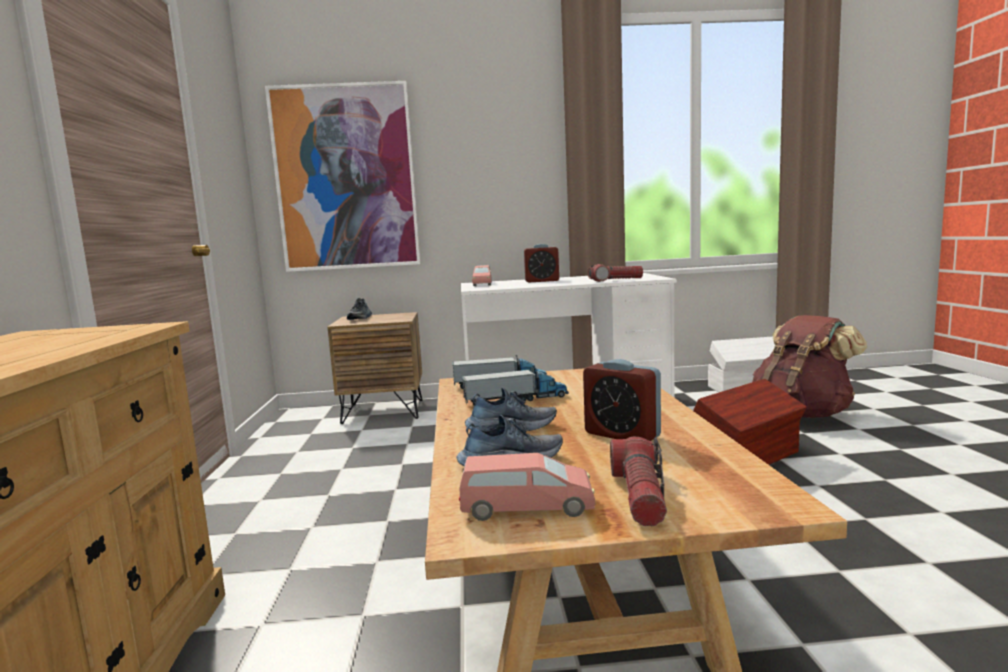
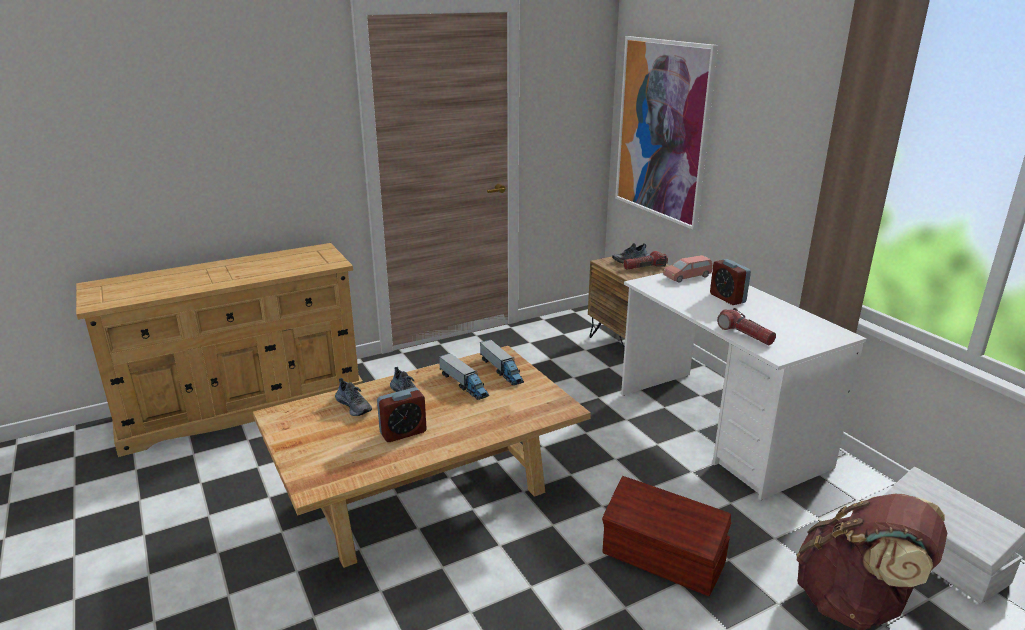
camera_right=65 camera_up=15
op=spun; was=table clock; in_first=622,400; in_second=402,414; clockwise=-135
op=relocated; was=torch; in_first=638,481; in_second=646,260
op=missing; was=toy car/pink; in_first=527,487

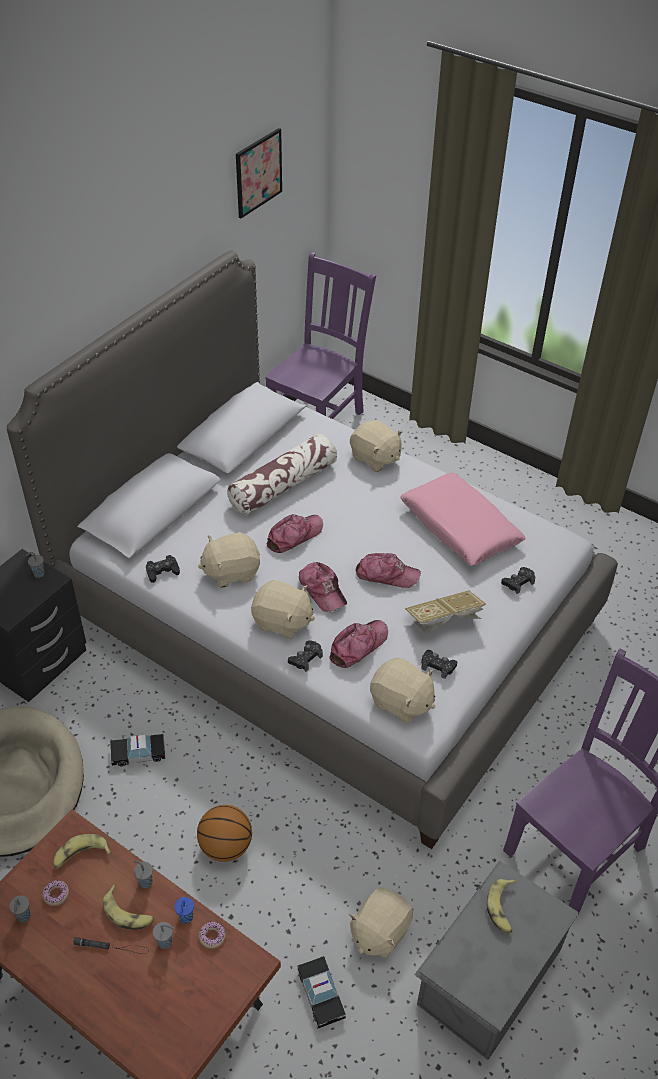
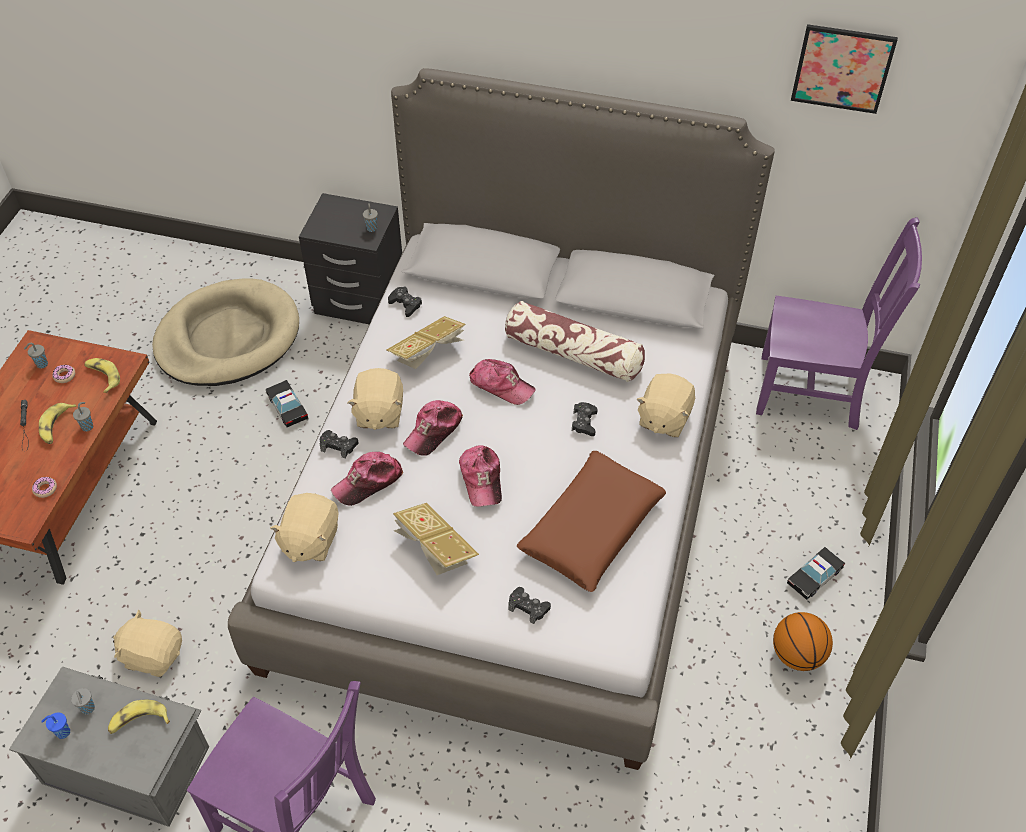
camera_right=70 camera_up=5
op=relocated; was=cup/bluish; in_first=184,910; in_second=55,725
op=relocated; was=cup/gray; in_first=163,935; in_second=83,701
op=spun; was=peaked cap; in_first=358,644; in_second=367,479; clockwise=120
op=exchanged; was=cuddly toy/beige-coloured; now=bound book; in_first=229,560; in_second=426,342
op=colour; was=throw pillow/pink; now=throw pillow/brown; in_first=463,519; in_second=591,521
op=relocated; was=gamepad/black; in_first=439,664; in_second=585,419
op=relocated; was=ball for basketball; in_first=224,833; in_second=803,641
op=relocated; was=toy car; in_first=322,992; in_second=816,573

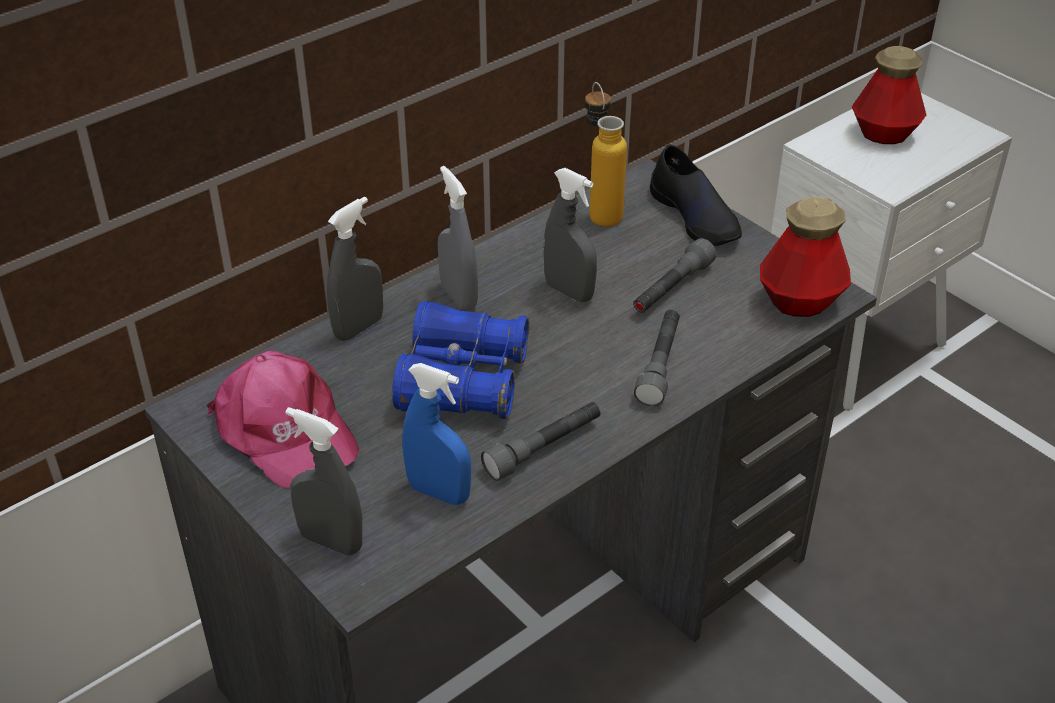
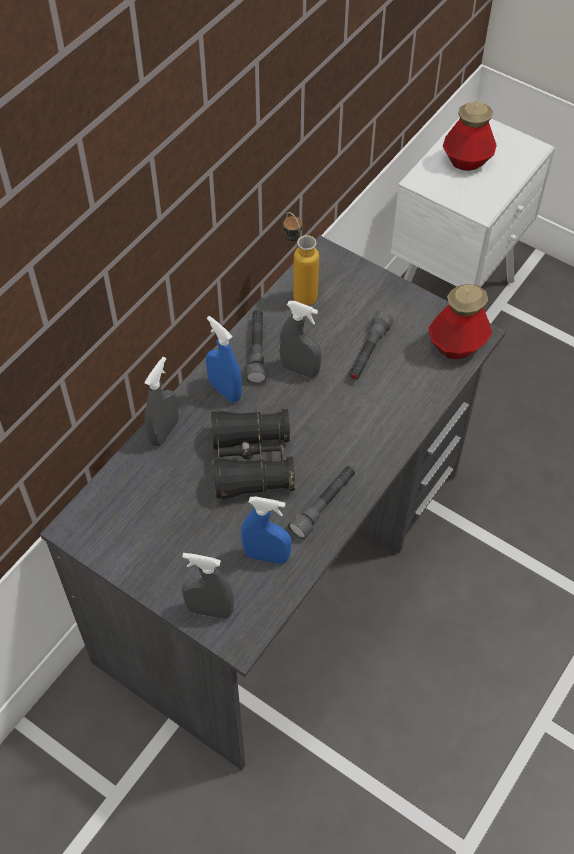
camera_right=-15 camera_up=15
op=colour; was=spray bottle/gray; now=spray bottle/bluish; in_first=458,238; in_second=224,359
op=colour; was=binoculars/bluish; now=binoculars/black; in_first=460,360; in_second=253,454
op=relocated; was=torch/gray; in_first=657,358; in_second=256,347
op=missing; was=peaked cap/pink; in_first=283,419
op=missing; was=low shoe/black; in_first=696,195

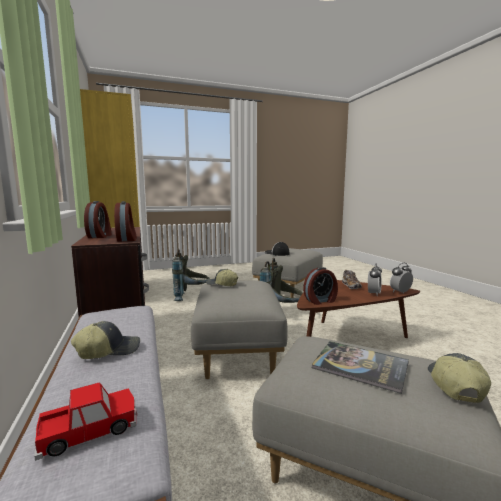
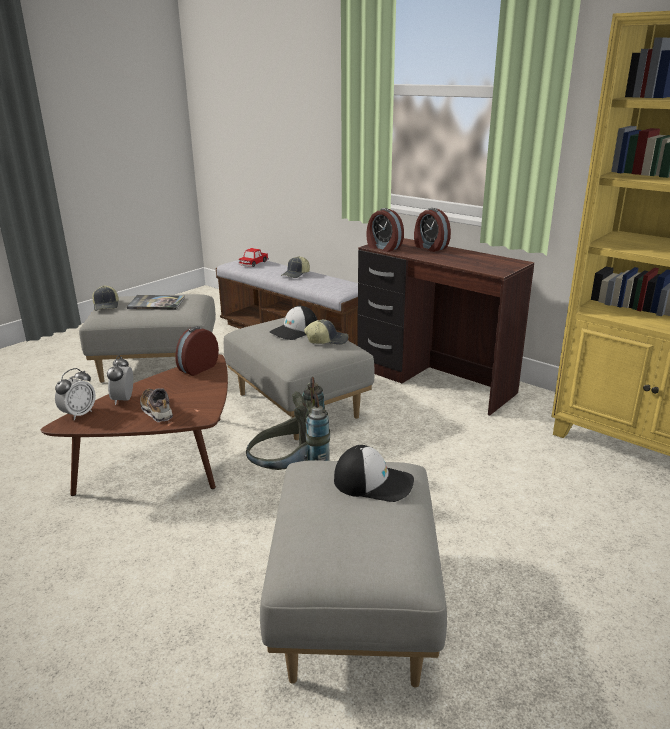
camera_right=150 camera_up=15
op=appeared; now=peaked cap; in_second=293,323
op=missing; was=knapsack/gray; in_first=191,275

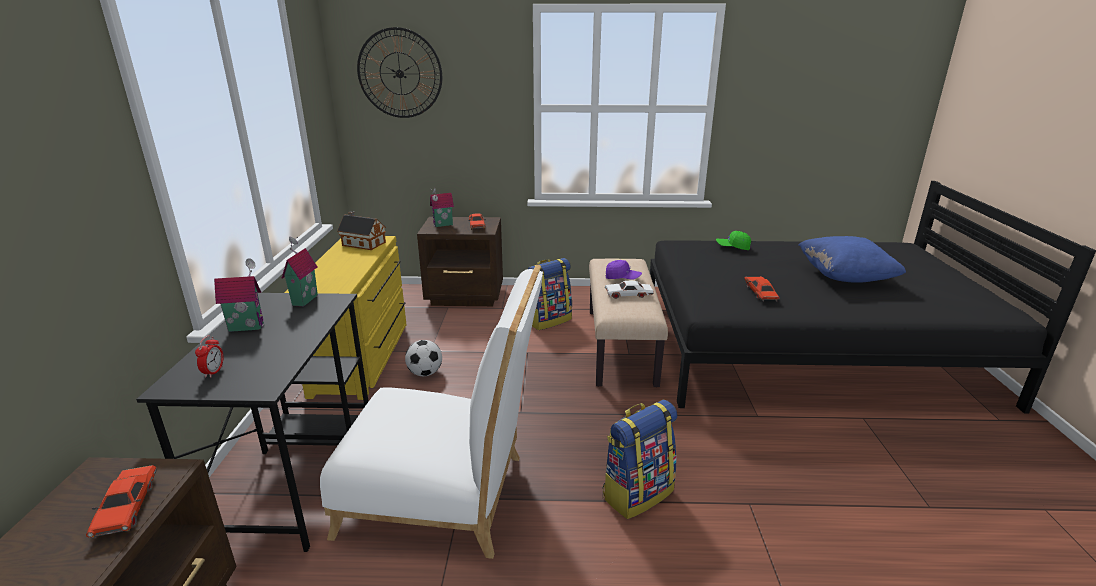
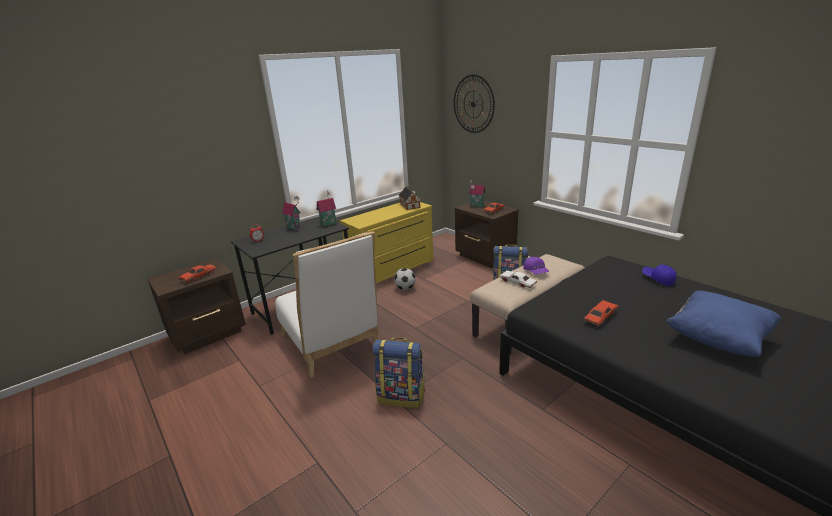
camera_right=50 camera_up=0
op=colour; was=peaked cap/green; now=peaked cap/bluish; in_first=733,240; in_second=659,275

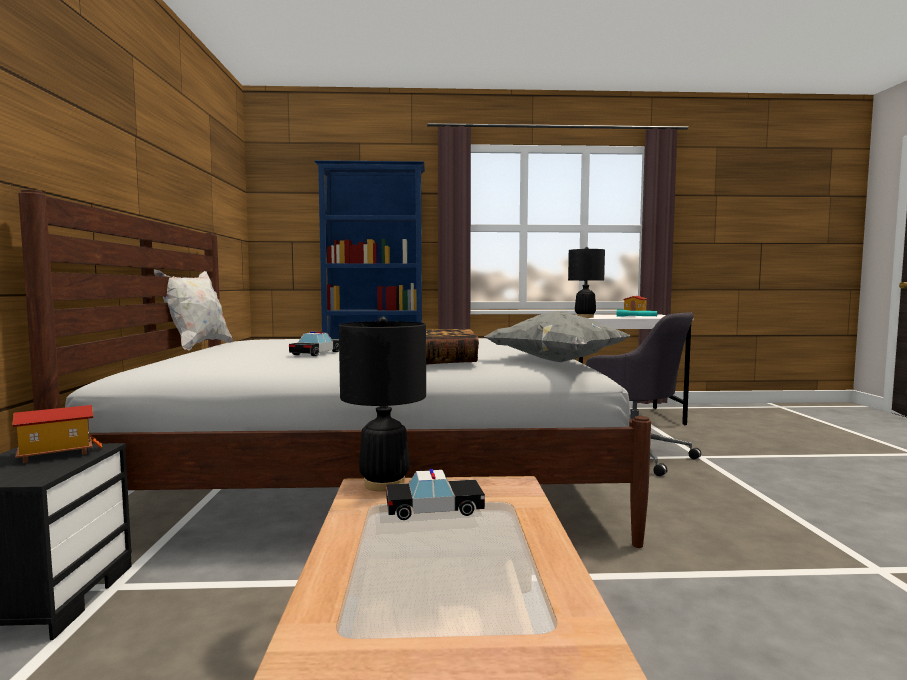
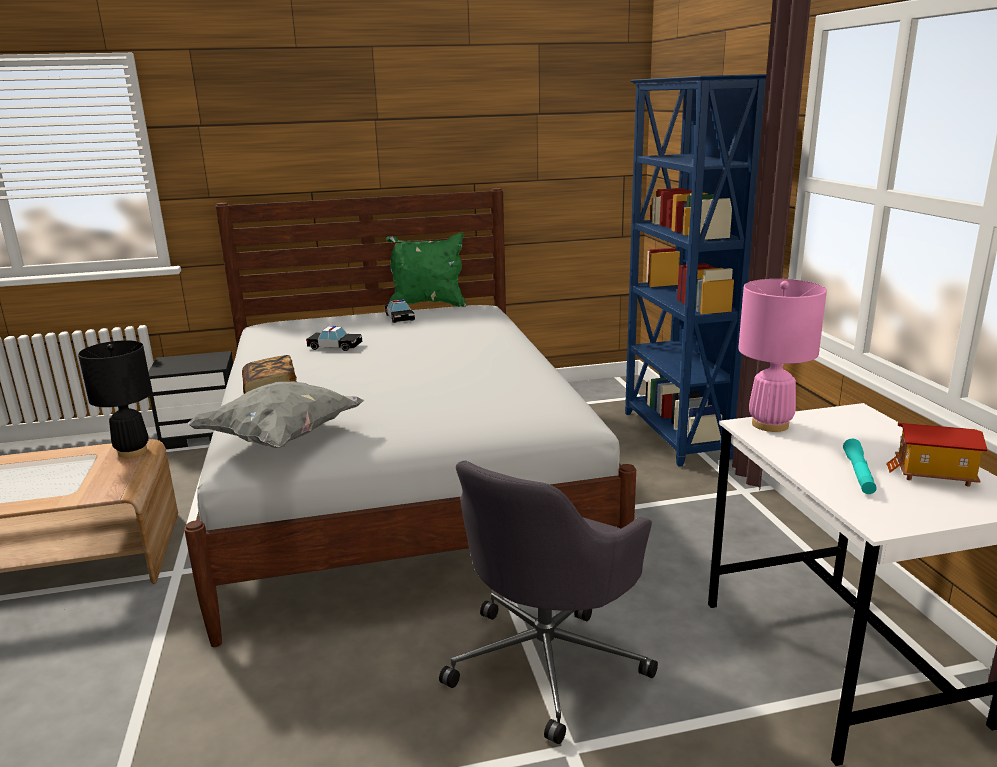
camera_right=80 camera_up=15
op=relocated; was=toy car; in_first=435,494; in_second=400,311
op=colour; was=throw pillow/white-coloured; now=throw pillow/green; in_first=193,309; in_second=426,270
op=colour; was=lamp for a table/black; now=lamp for a table/pink; in_first=586,282; in_second=782,355
op=missing; was=model house; in_first=58,434

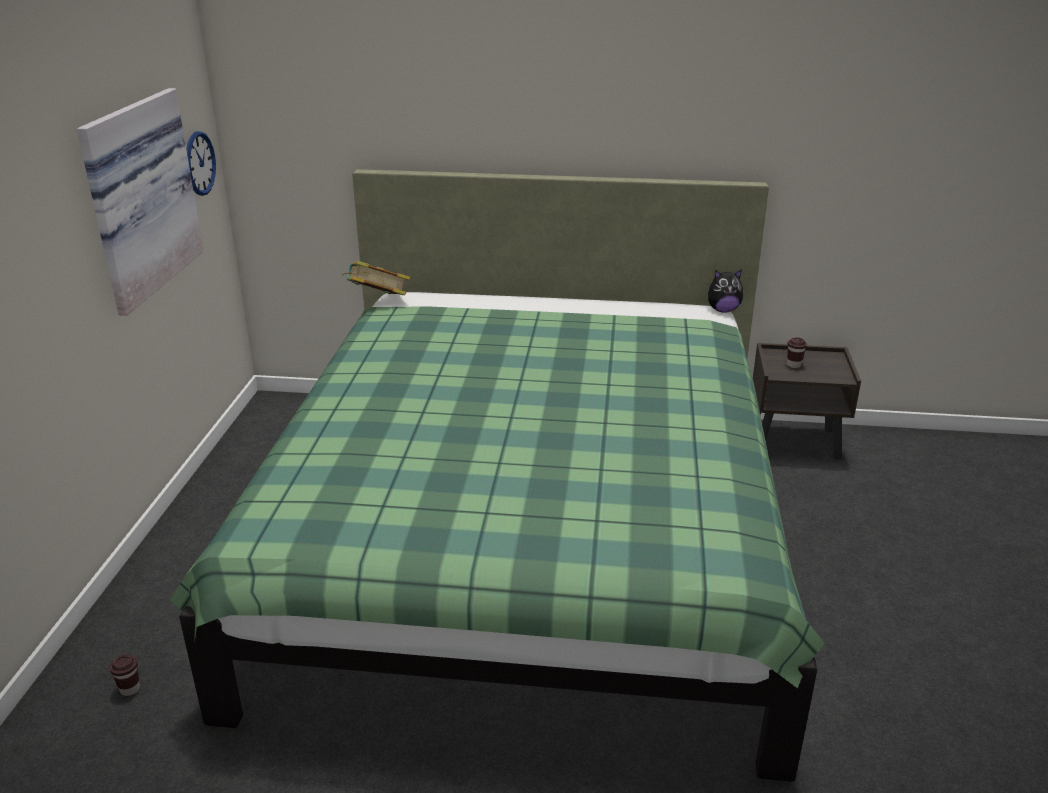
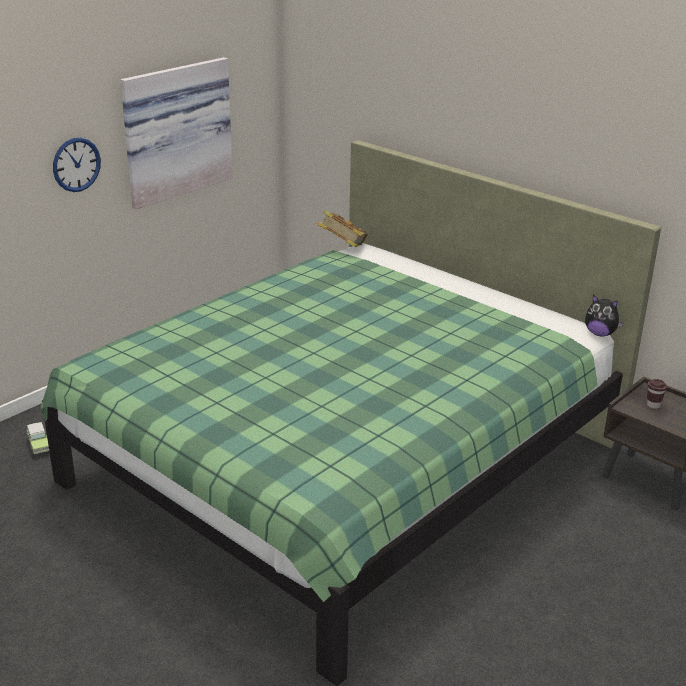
camera_right=35 camera_up=0
op=exchanged; was=cup/brown; now=toy car; in_first=124,675; in_second=37,439
op=relocated; was=hanging clock; in_first=201,163; in_second=77,165

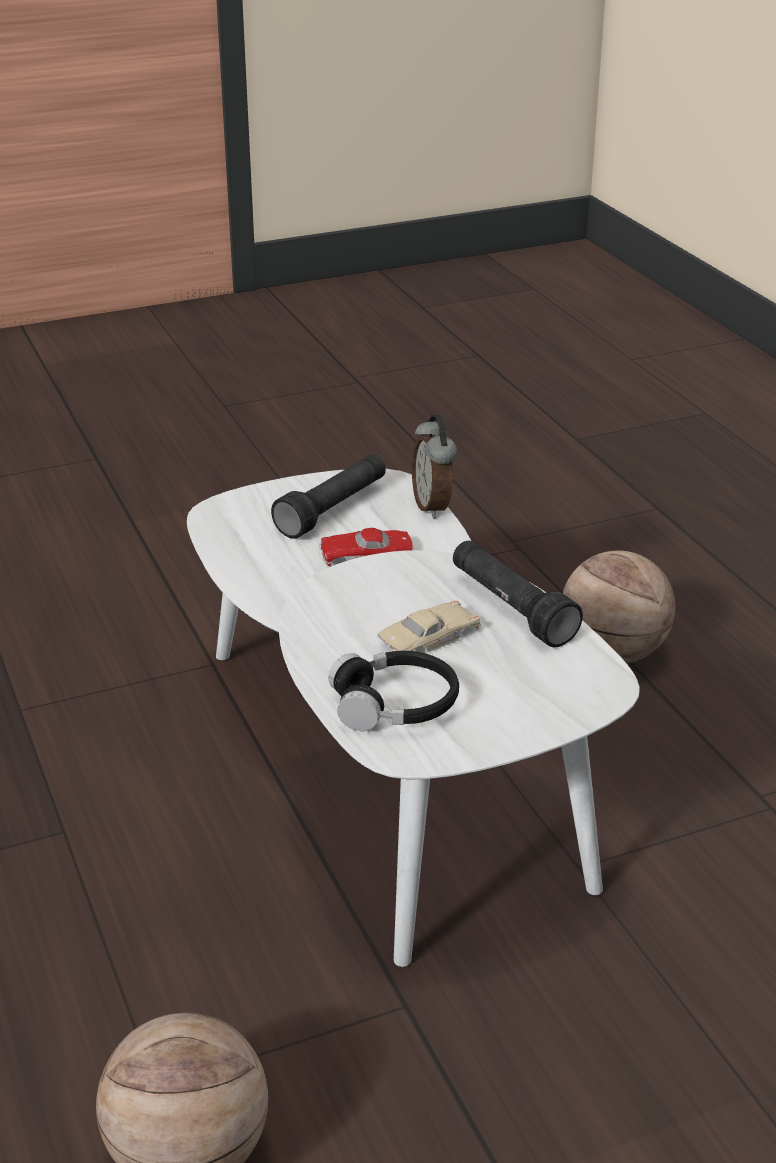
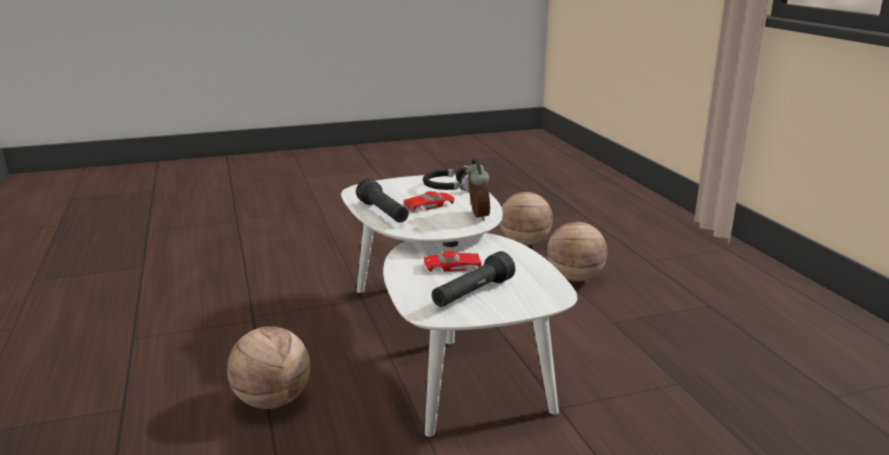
camera_right=-175 camera_up=-10
op=colour; was=toy car/beige-coloured; now=toy car/red-coloured; in_first=429,626; in_second=429,201
op=relocated; was=table clock; in_first=434,467; in_second=478,189
op=appeared; now=ball for basketball; in_second=577,251

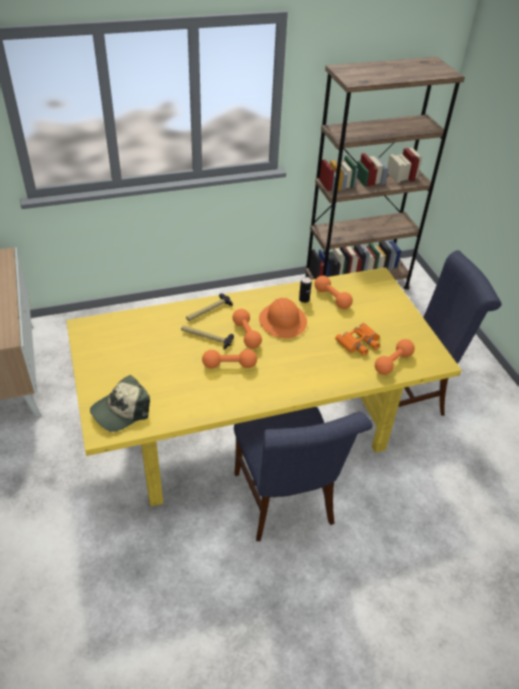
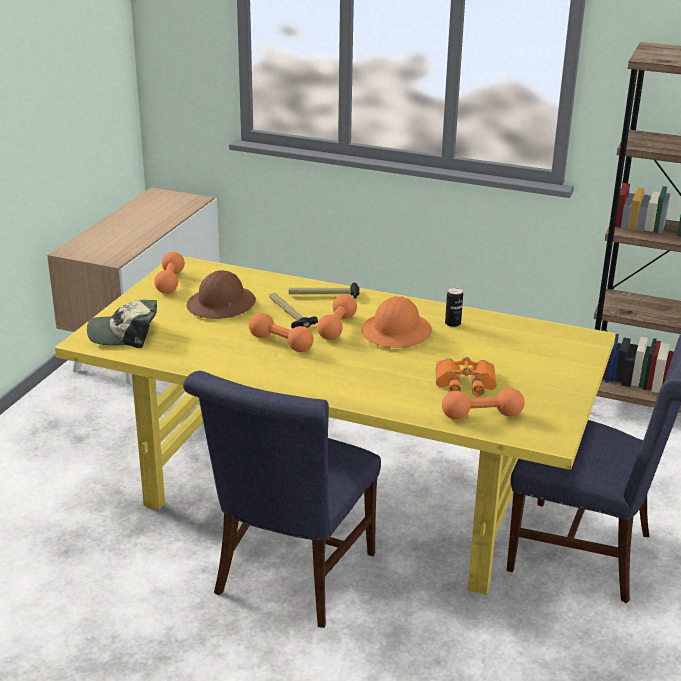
camera_right=40 camera_up=-15
op=relocated; was=dumbbell/orange; in_first=333,292; in_second=169,273
op=appeared; now=work helmet/brown; in_second=221,294

